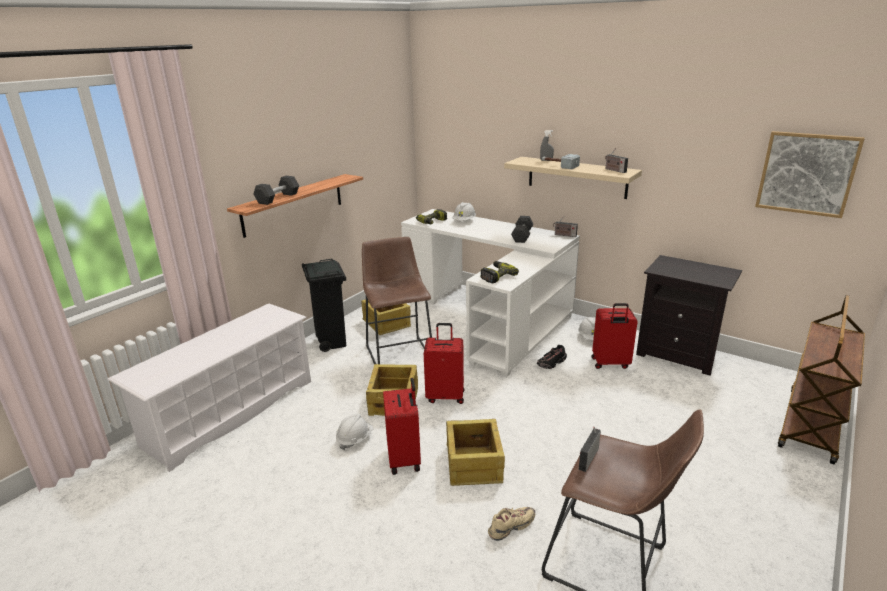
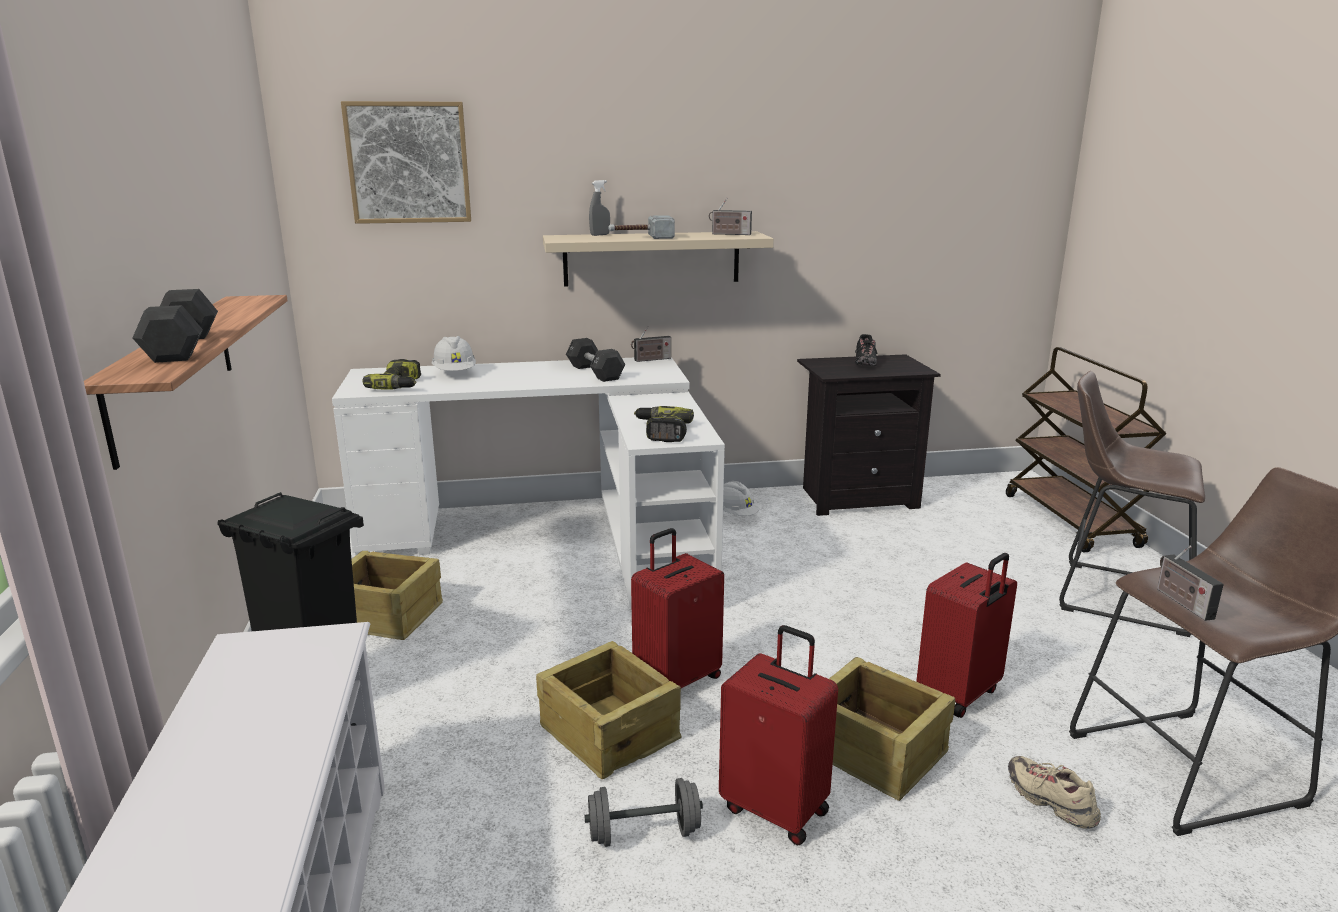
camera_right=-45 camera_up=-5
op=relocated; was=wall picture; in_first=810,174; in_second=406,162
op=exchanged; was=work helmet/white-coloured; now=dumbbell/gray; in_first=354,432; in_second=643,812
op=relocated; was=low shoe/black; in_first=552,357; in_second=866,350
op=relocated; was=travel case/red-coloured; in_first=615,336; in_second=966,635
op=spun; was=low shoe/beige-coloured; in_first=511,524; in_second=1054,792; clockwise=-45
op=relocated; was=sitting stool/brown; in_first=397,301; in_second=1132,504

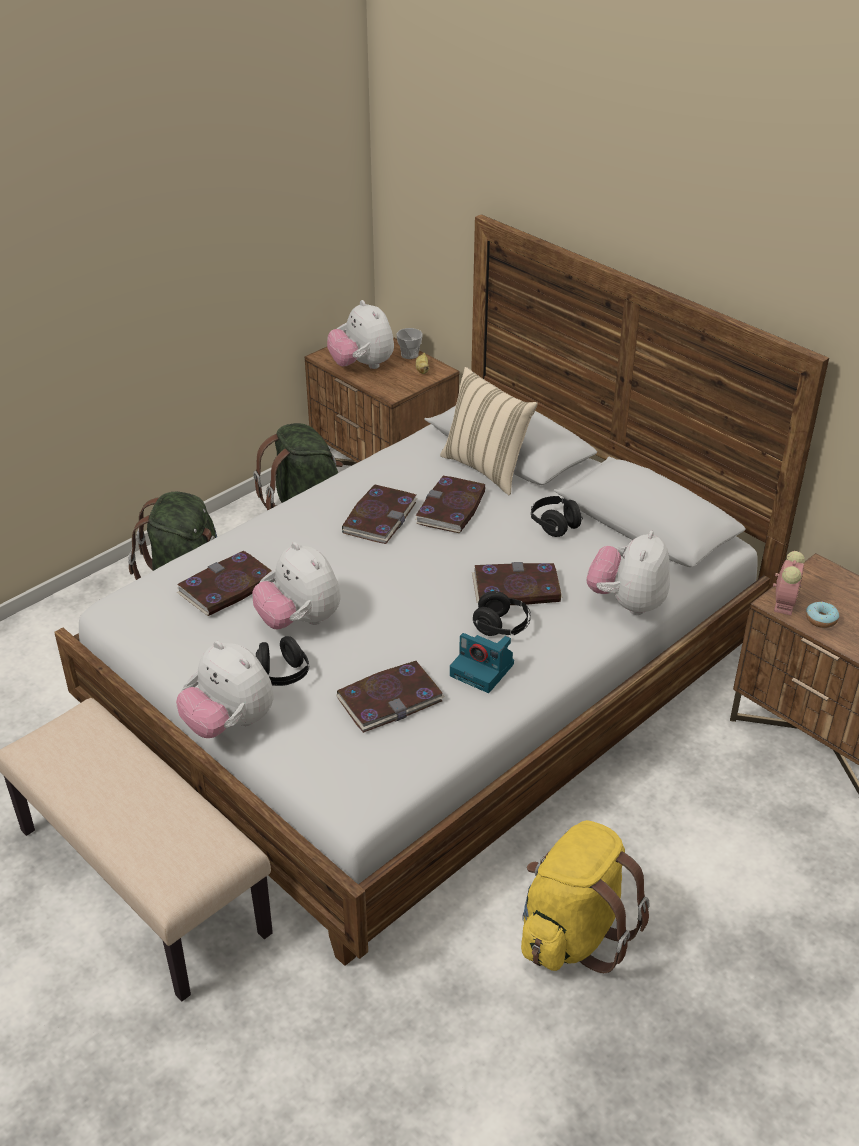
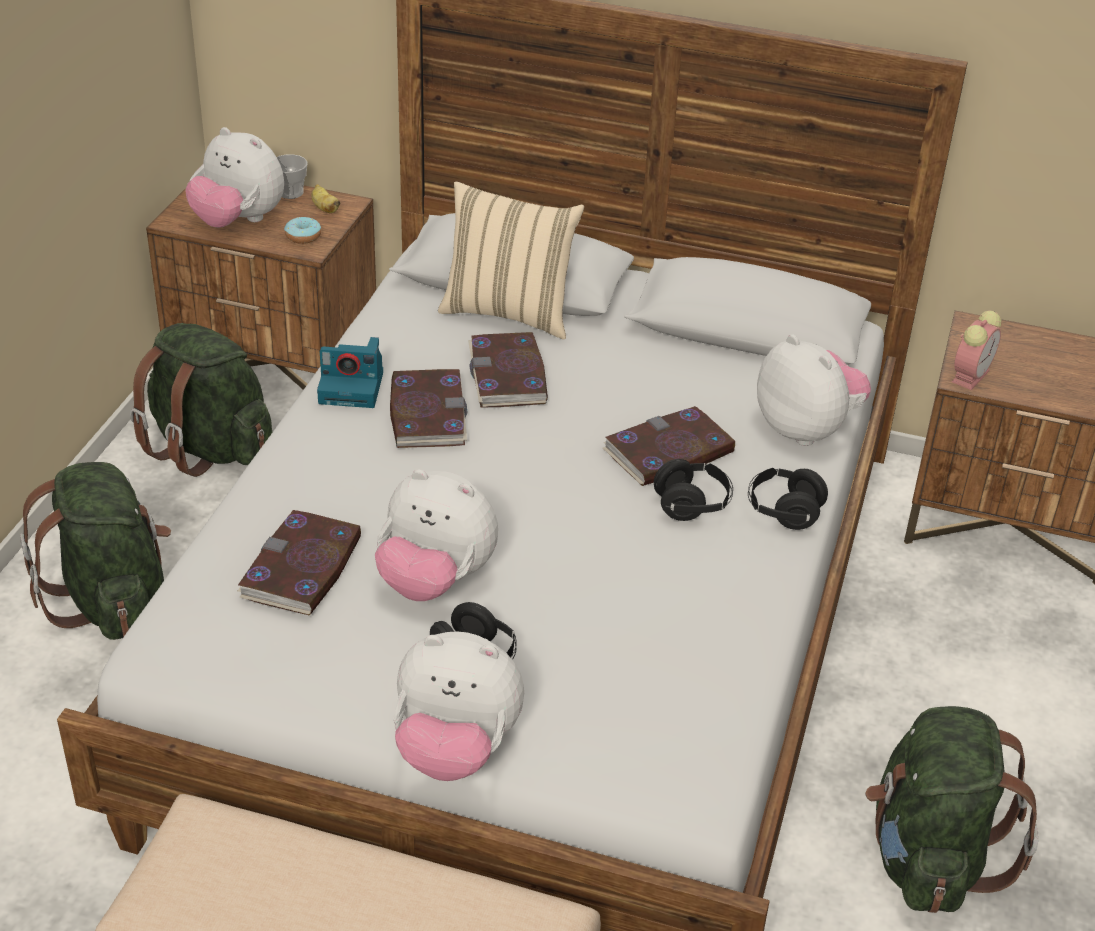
camera_right=-30 camera_up=0
op=relocated; was=donut; in_first=822,614; in_second=302,230
op=relocated; was=still camera; in_first=482,663; in_second=350,372
op=relocated; was=headset/black; in_first=557,516; in_second=788,499
op=spun; was=cuddly toy; in_first=628,573; in_second=814,390; clockwise=150
op=colour; was=knapsack/yellow-coloured; now=knapsack/green; in_first=585,896; in_second=951,809
op=spun; was=table clock; in_first=789,583; in_second=977,350; clockwise=45
op=missing; was=bound book; in_first=390,697

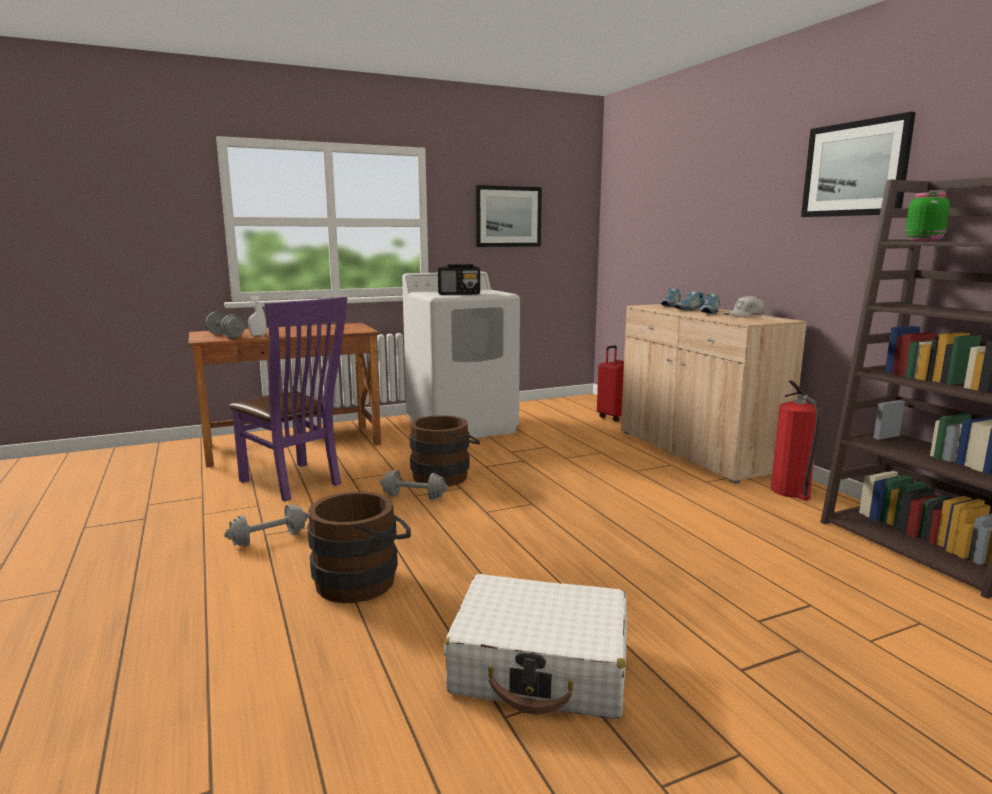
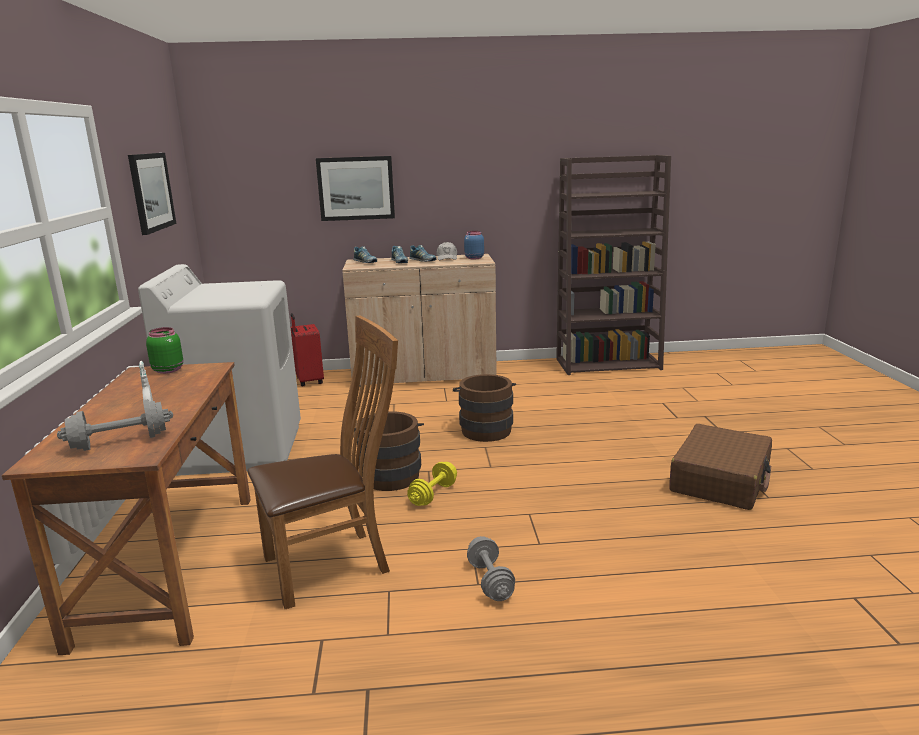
camera_right=-70 camera_up=5
op=relocated; was=preserve jar/green; in_first=927,217; in_second=164,350
op=colour; was=chair/purple; now=chair/brown; in_first=288,399; in_second=323,462
op=relocated; was=wall picture; in_first=858,164; in_second=355,188
op=colour; was=dumbbell/gray; now=dumbbell/yellow-coloured; in_first=414,485; in_second=432,484
op=relocated; was=pail/brown; in_first=359,547; in_second=484,408
op=appeared; now=preserve jar/bluish; in_second=474,245
op=colour; was=travel case/white-coloured; now=travel case/brown; in_first=535,646; in_second=720,467
op=missing; was=radio receiver; in_first=459,279
op=missing; was=fire extinguisher; in_first=795,440

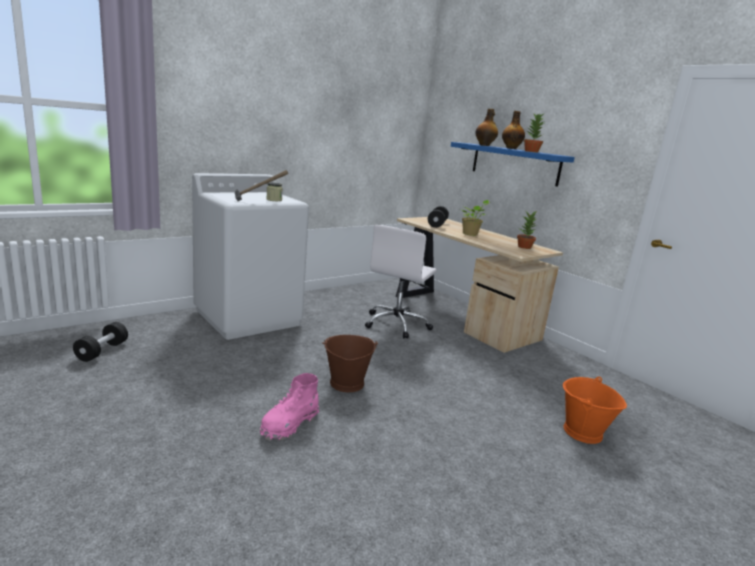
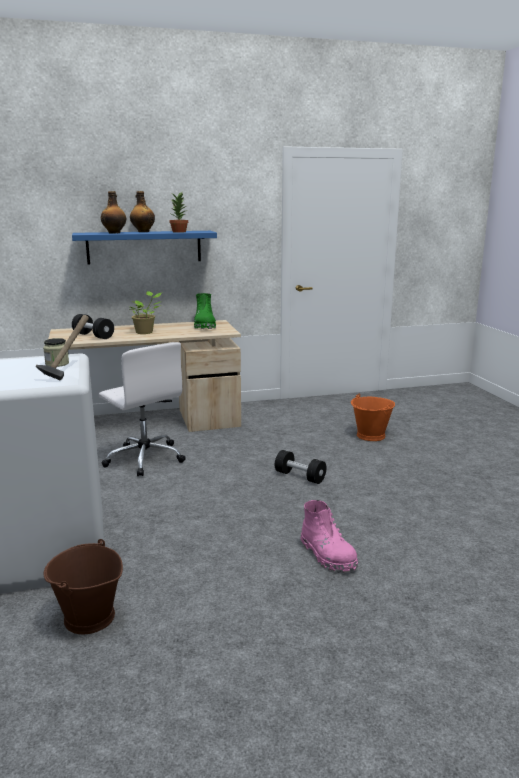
camera_right=-65 camera_up=0
op=relocated; was=pail/brown; in_first=350,363; in_second=83,586
op=exchanged; was=plant in a pot; now=boot/green; in_first=527,230; in_second=205,311
op=relocated; was=dumbbell/black; in_first=100,342; in_second=300,467

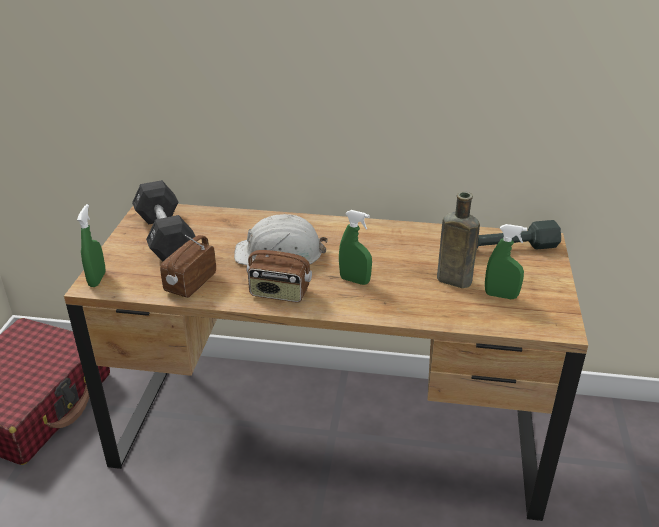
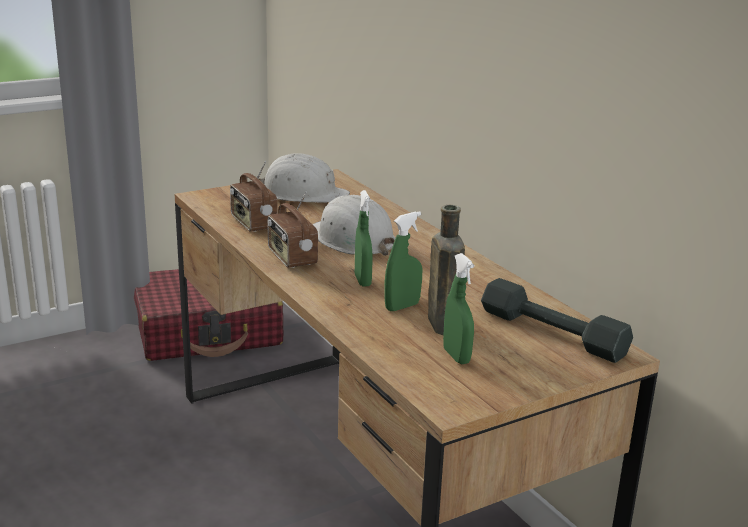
camera_right=50 camera_up=-10
op=spun; was=radio receiver; in_first=188,266; in_second=254,196; clockwise=-105
op=exchanged; was=dumbbell/black; now=work helmet/white-coloured; in_first=164,220; in_second=304,178
op=relocated; was=spray bottle/green; in_first=91,245; in_second=403,261

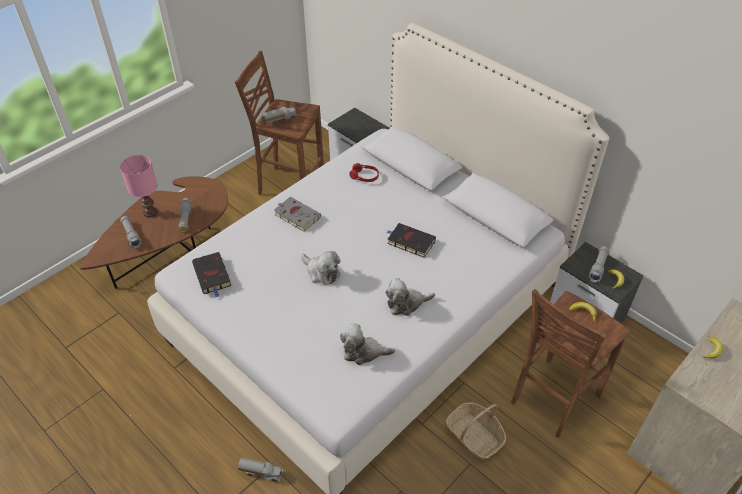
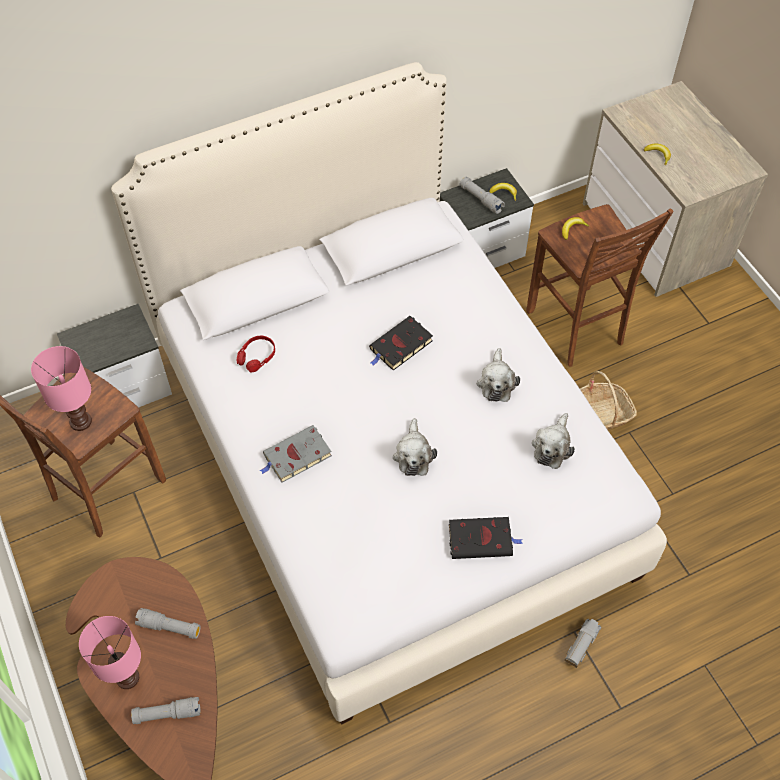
camera_right=-70 camera_up=10
op=exchanged; was=model truck; now=lamp for a table/pink; in_first=279,116; in_second=61,388
op=spun; was=cuddly toy; in_first=321,268; in_second=415,447; clockwise=120
op=relocated; was=bound book/black; in_first=211,275; in_second=486,538

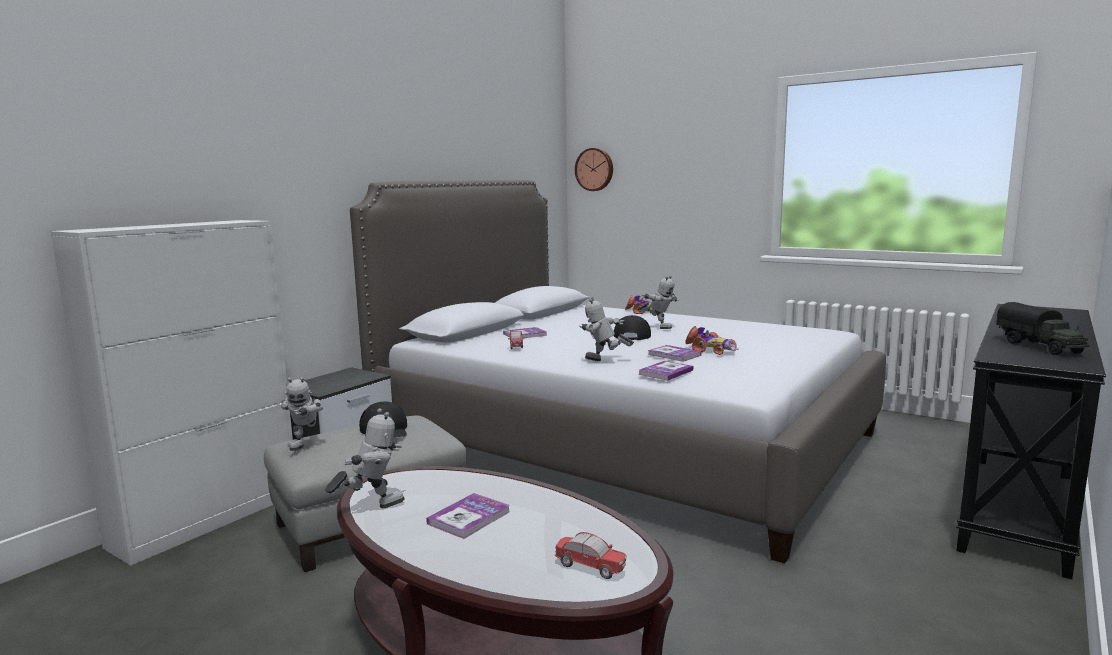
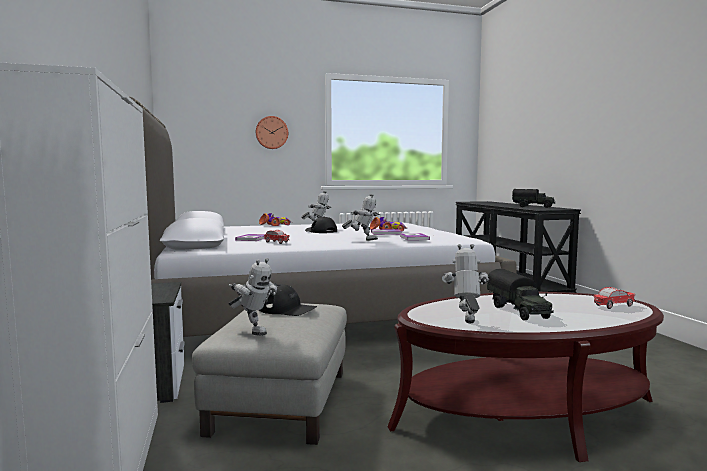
camera_right=-50 camera_up=-5
op=relocated; was=hanging clock; in_first=594,169; in_second=272,132
op=spun; was=model robot; in_first=606,329; in_second=361,217; clockwise=-150
op=exchanged; was=bound book; now=model truck; in_first=468,516; in_second=520,294

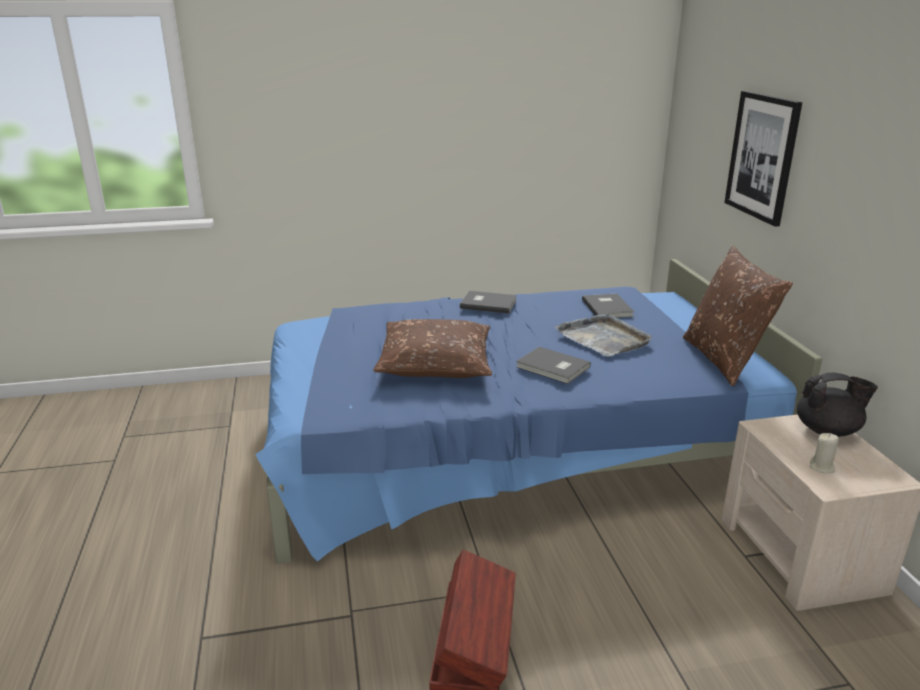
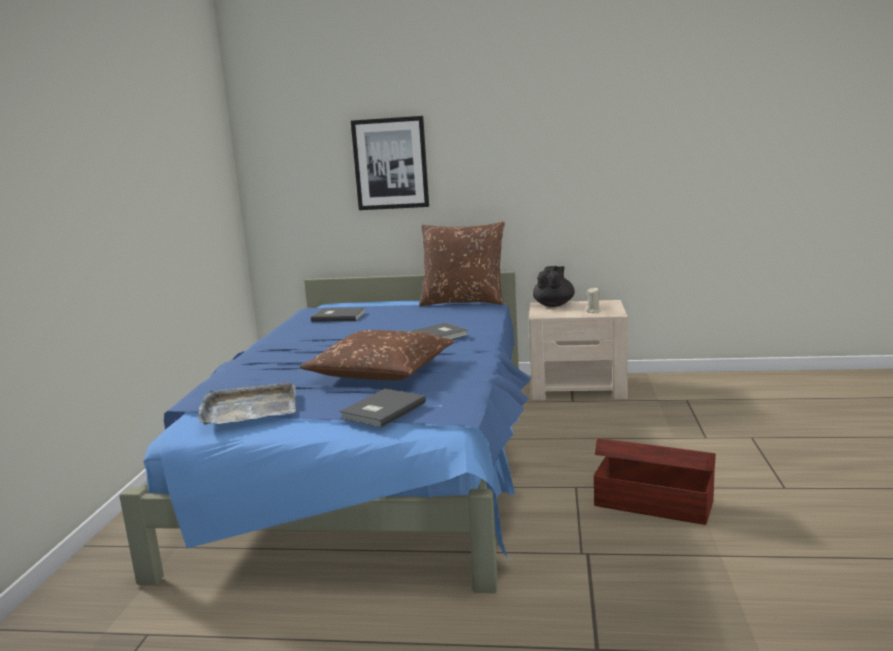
camera_right=-70 camera_up=-10
op=relocated; was=serving tray/gray; in_first=604,335; in_second=247,403
op=relocated; was=bound book/gray; in_first=488,302; in_second=382,408

